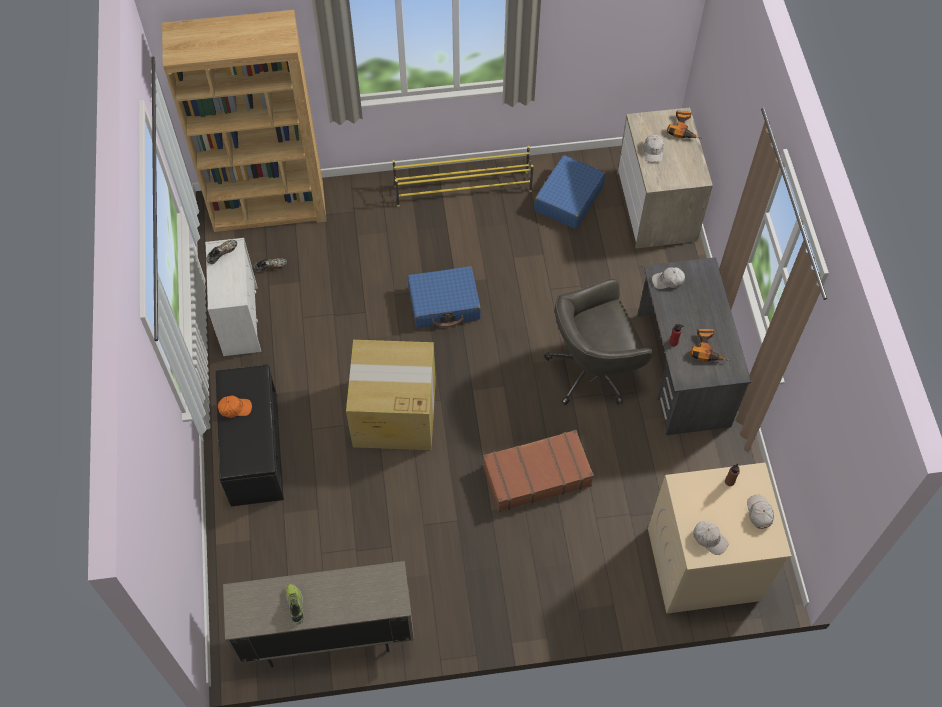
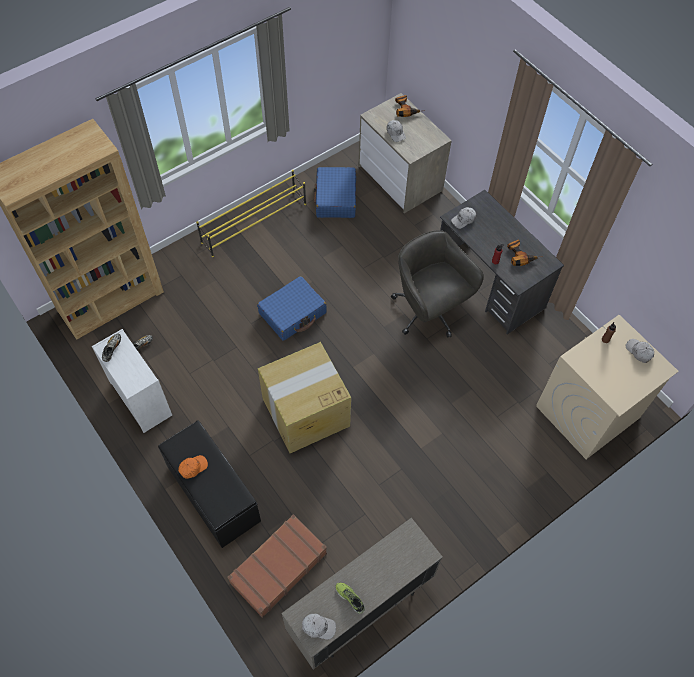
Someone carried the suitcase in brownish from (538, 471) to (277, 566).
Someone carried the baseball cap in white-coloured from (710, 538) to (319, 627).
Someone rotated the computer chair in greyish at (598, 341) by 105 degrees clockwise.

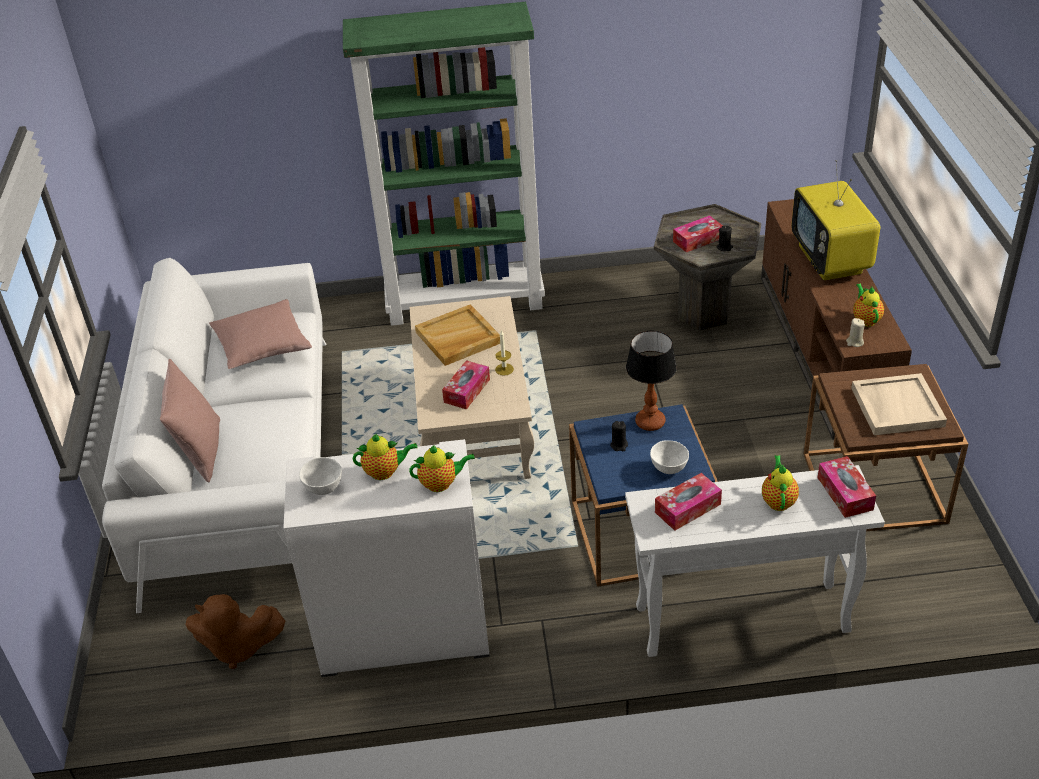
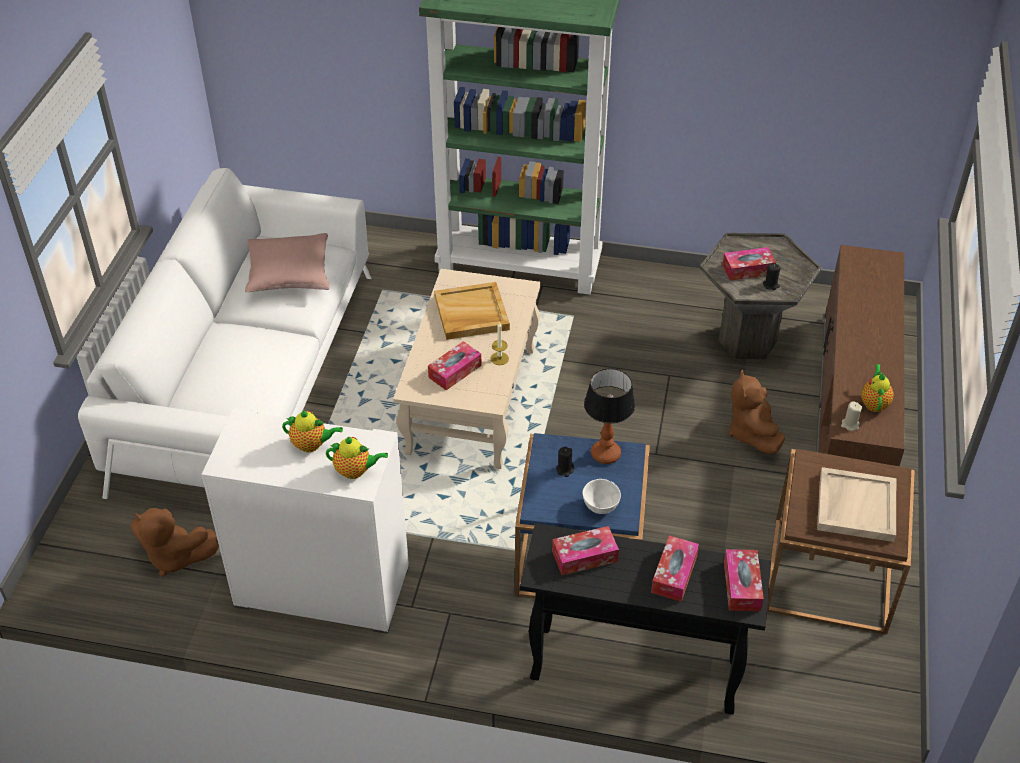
Someone took away the pillow in pink at (190, 421).
Someone took away the deep dish in white-coloured at (320, 476).
Someone took away the TV at (835, 220).
Someone put down the soft toy in brownish at (756, 412).
Someone swapped the tea pot at (780, 483) for the box of tissues at (675, 569).
Someone repainted the console table in white-coloured at (755, 561), which became the console table in black at (645, 619).

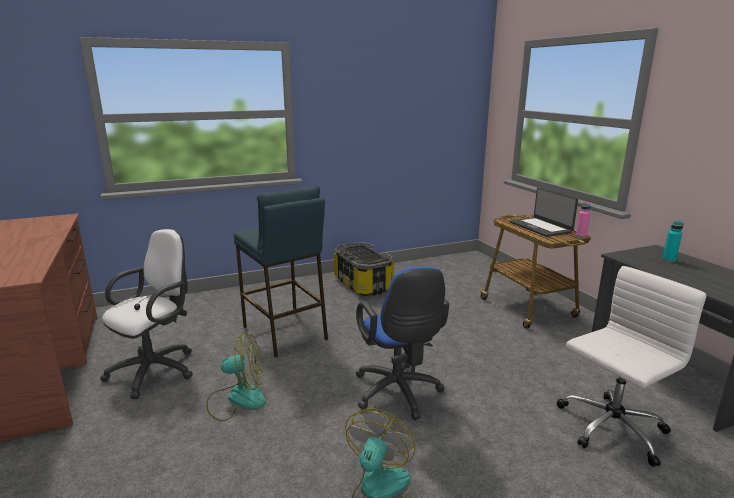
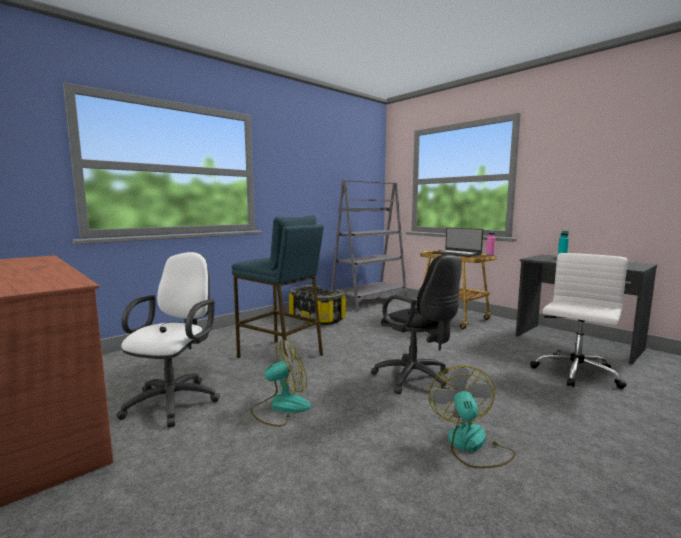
Someone put down the bookshelf in greyish at (369, 245).
Someone repainted the computer chair in blue at (402, 343), which became the computer chair in black at (416, 324).

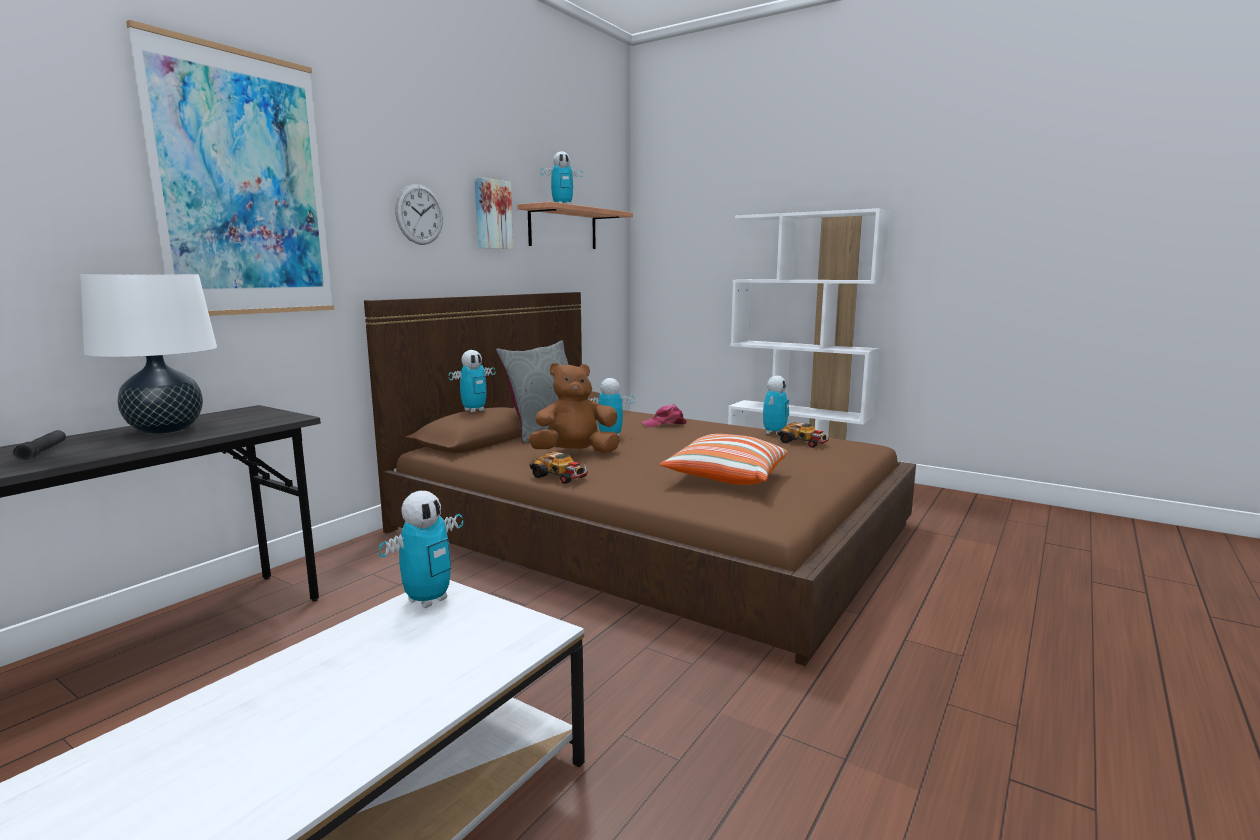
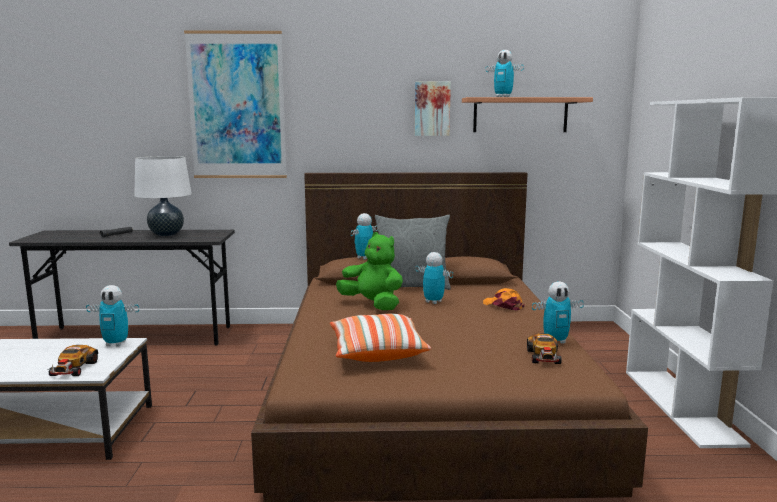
Someone took away the hanging clock at (419, 214).
Someone carried the miniature car from (560, 468) to (73, 360).
Someone repainted the soft toy in brownish at (574, 408), which became the soft toy in green at (369, 271).
Someone repainted the baseball cap in pink at (664, 415), which became the baseball cap in orange-coloured at (504, 299).
Someone rotated the robot figure at (472, 381) by 120 degrees clockwise.

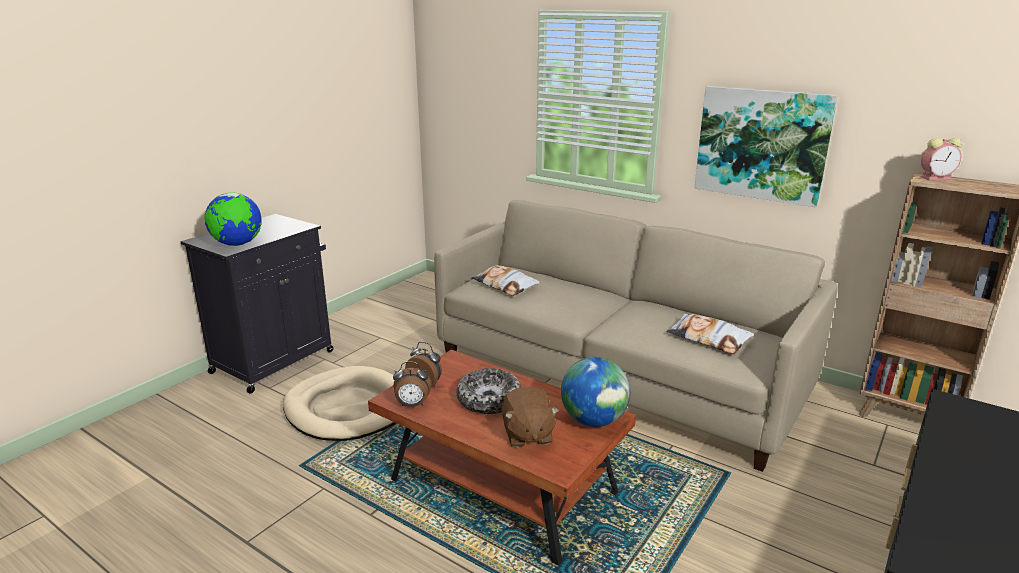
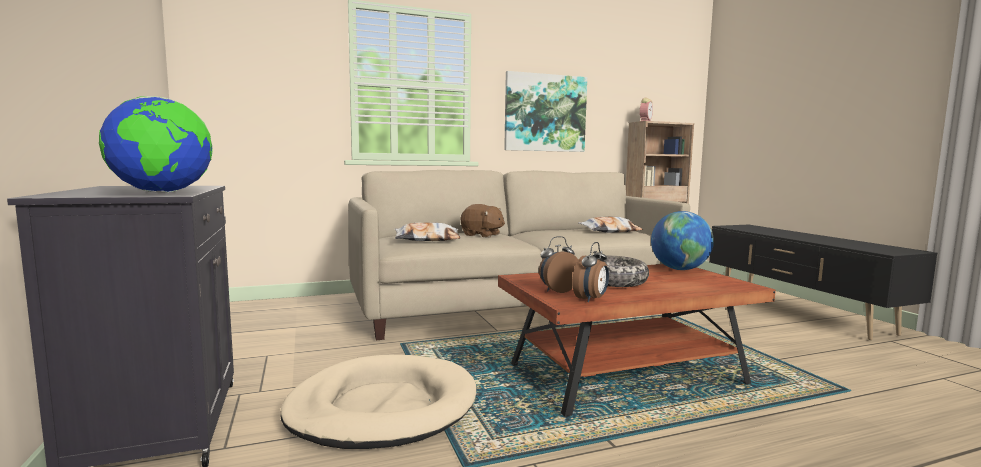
Someone carried the soft toy in brownish from (530, 417) to (483, 221).

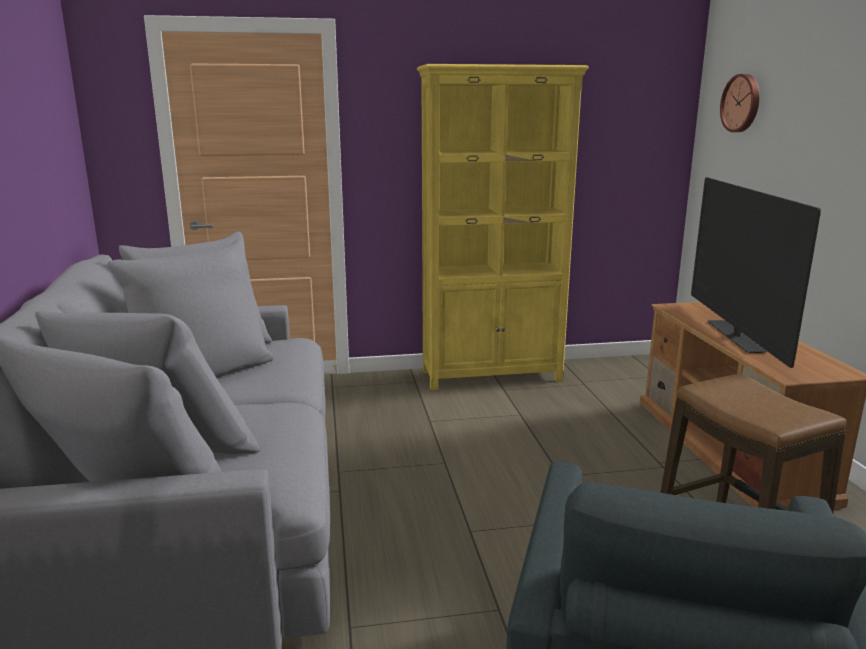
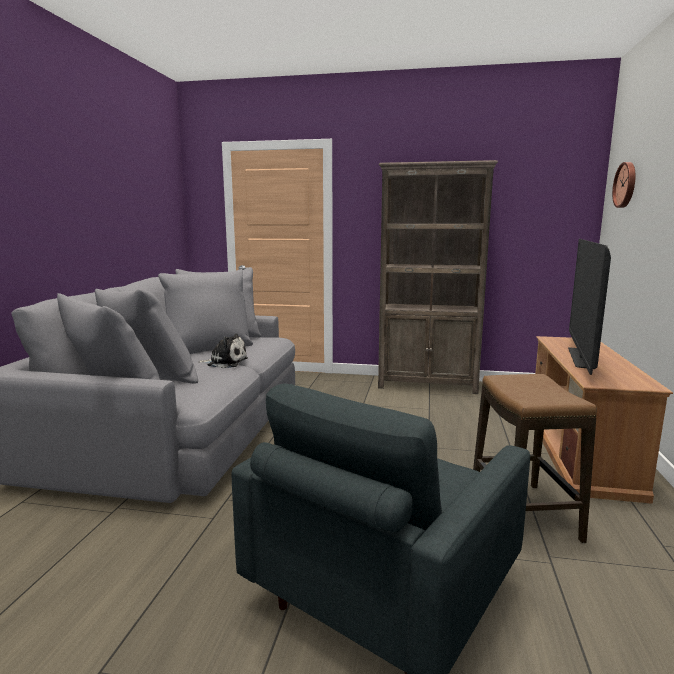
Someone put down the soft toy at (223, 351).
Someone repainted the bookshelf in yellowish at (503, 227), which became the bookshelf in brownish at (438, 277).

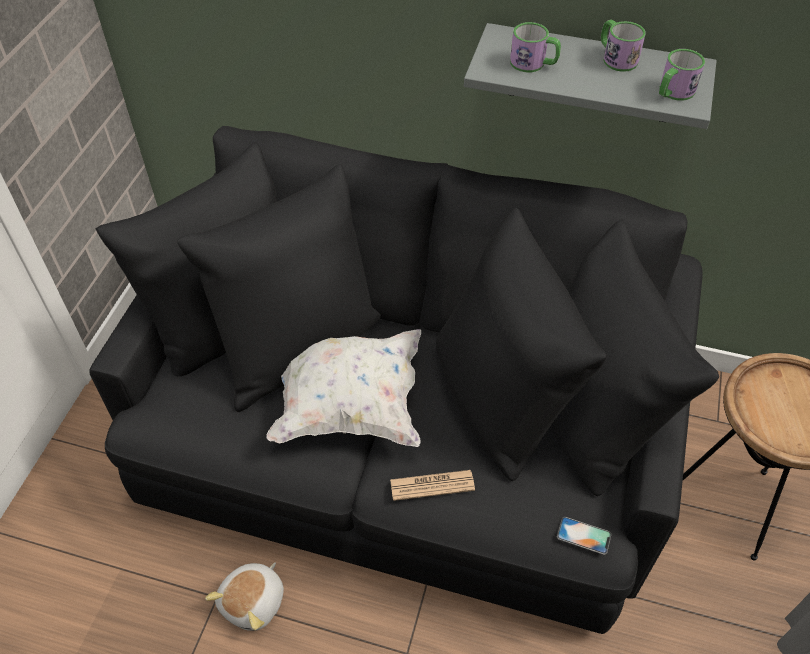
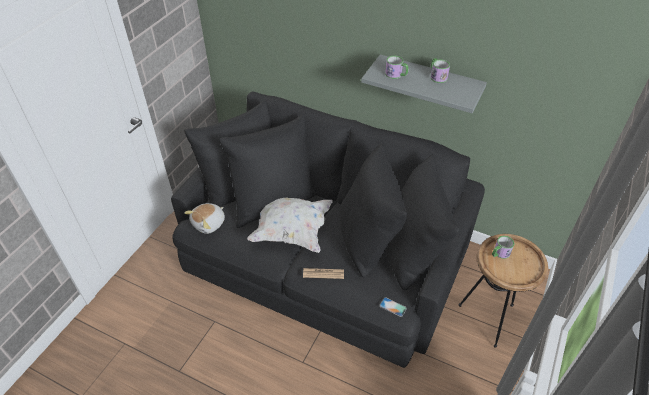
Someone carried the soft toy from (244, 596) to (204, 218).
Someone carried the coffee mug from (682, 75) to (503, 247).

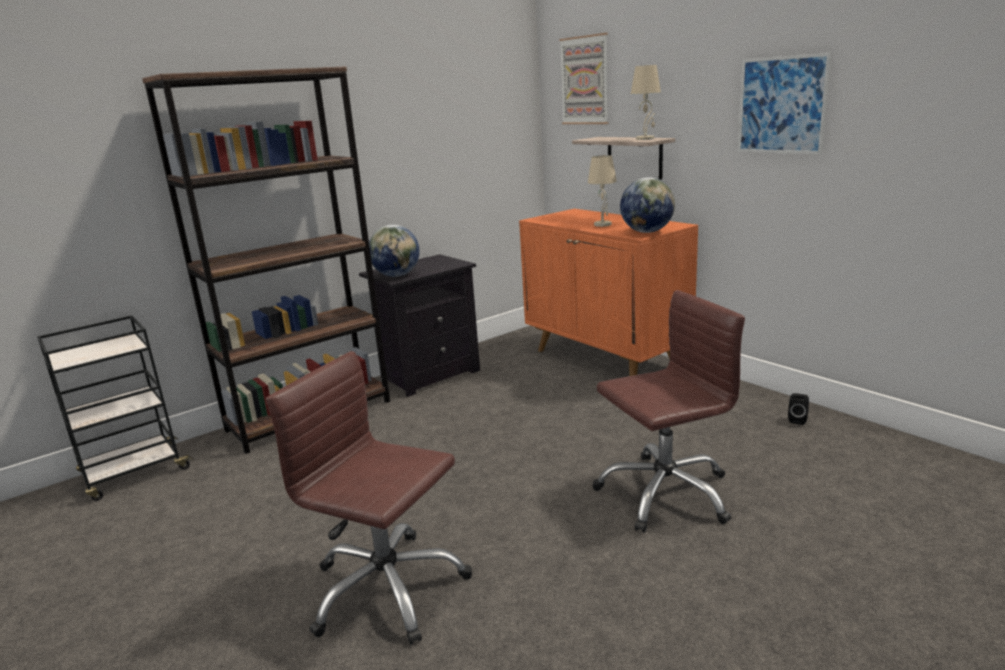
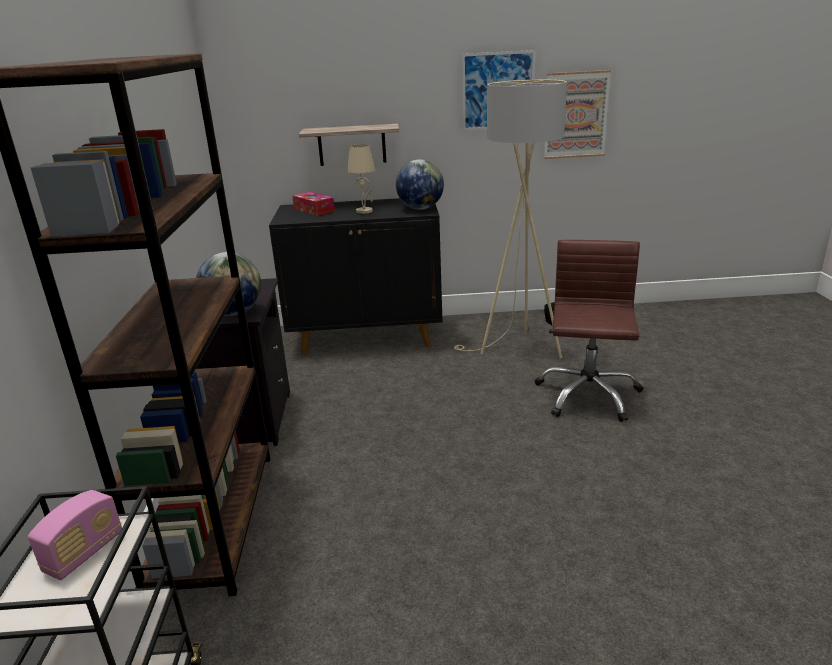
Someone took away the computer chair in brownish at (369, 498).
Someone took away the tabletop lamp in beige at (646, 102).
Someone put down the radio receiver at (75, 535).
Someone put down the box of tissues at (314, 204).
Someone put down the standing lamp in beige at (510, 218).
Someone carried the wall picture from (584, 78) to (577, 114).
Someone repainted the cabinet in orange-coloured at (608, 292), which became the cabinet in black at (356, 276).

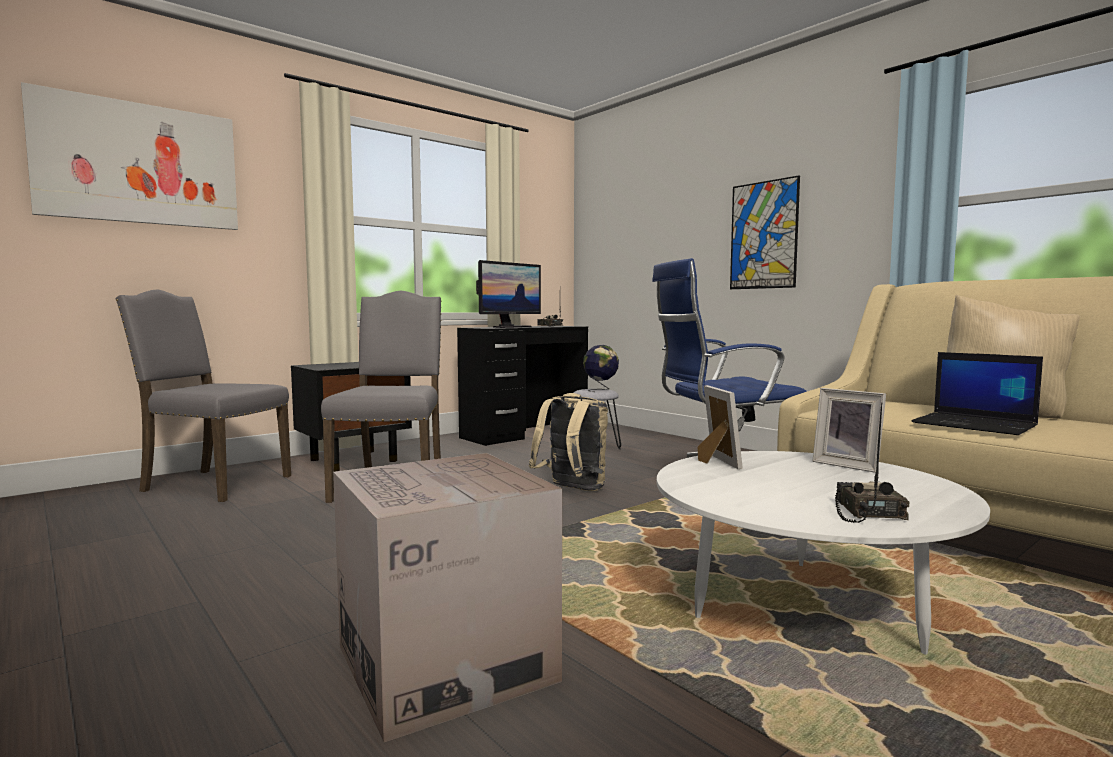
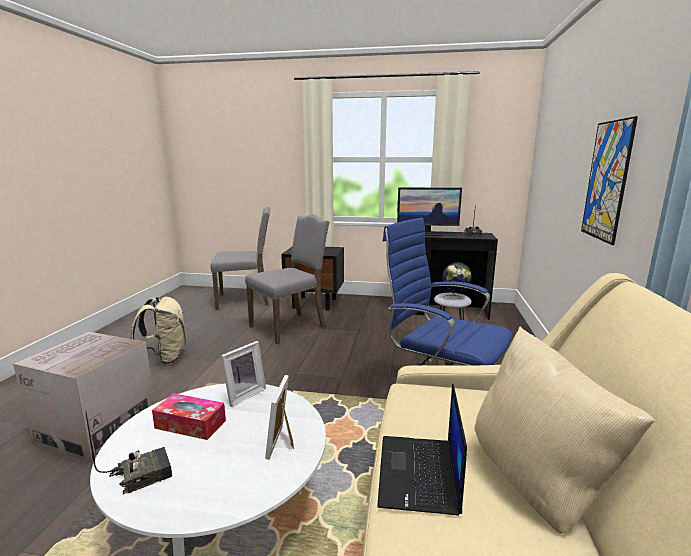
Someone took away the wall picture at (129, 156).
Someone put down the box of tissues at (189, 416).
Someone carried the knapsack in beige from (568, 442) to (158, 331).
Someone rotated the upright chair in greyish at (203, 395) by 105 degrees clockwise.

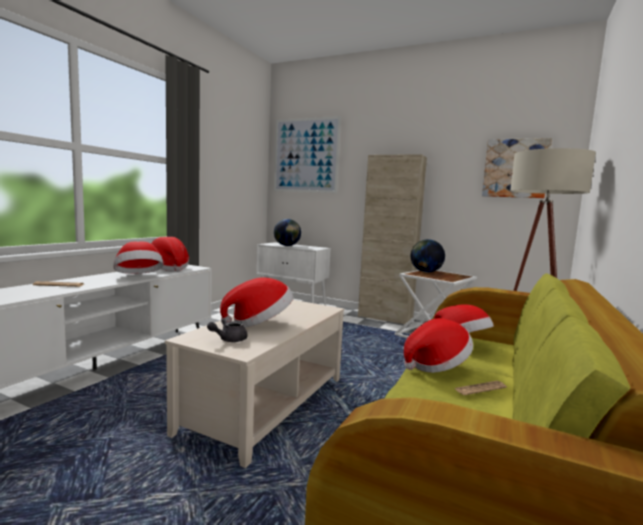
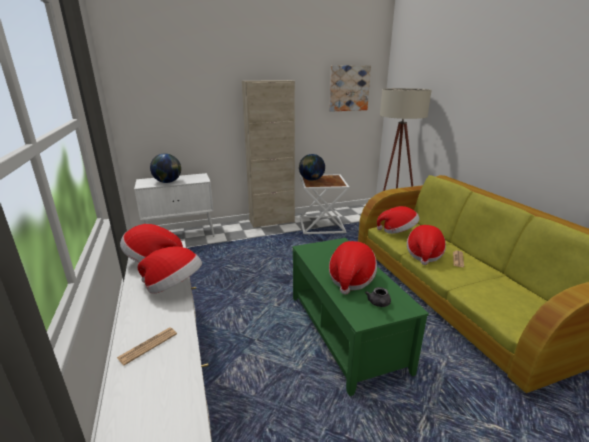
Someone took away the wall picture at (307, 154).
Someone repainted the low table in beige at (254, 384), which became the low table in green at (360, 317).

